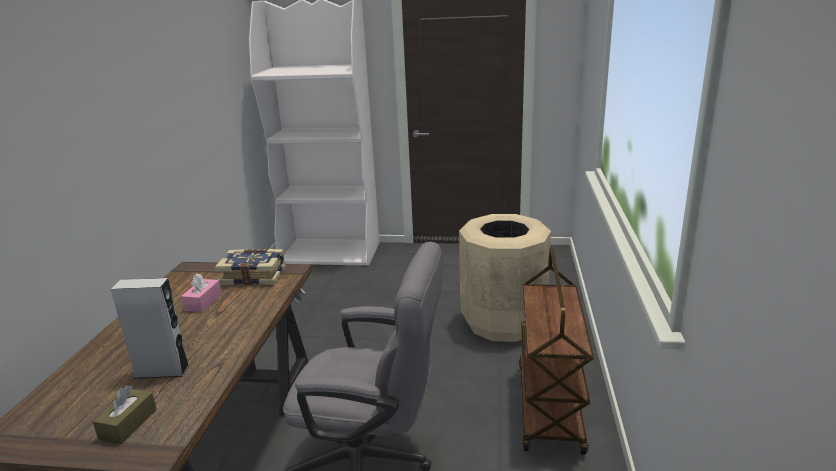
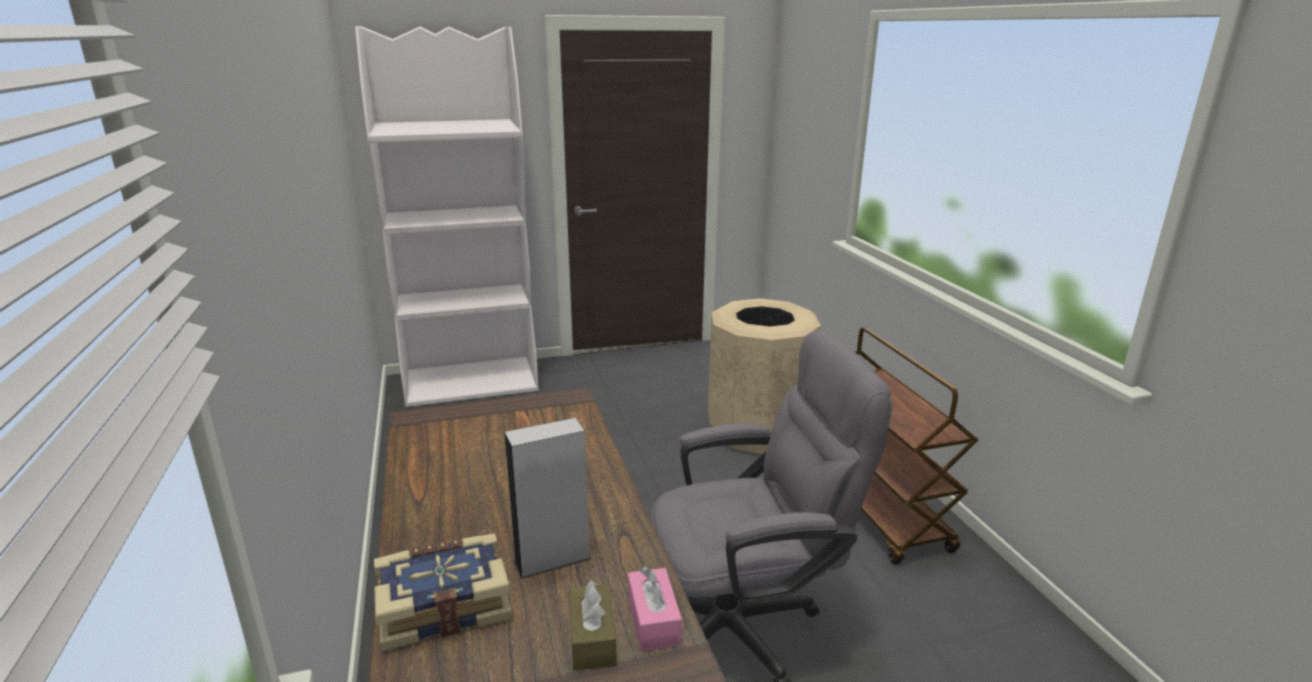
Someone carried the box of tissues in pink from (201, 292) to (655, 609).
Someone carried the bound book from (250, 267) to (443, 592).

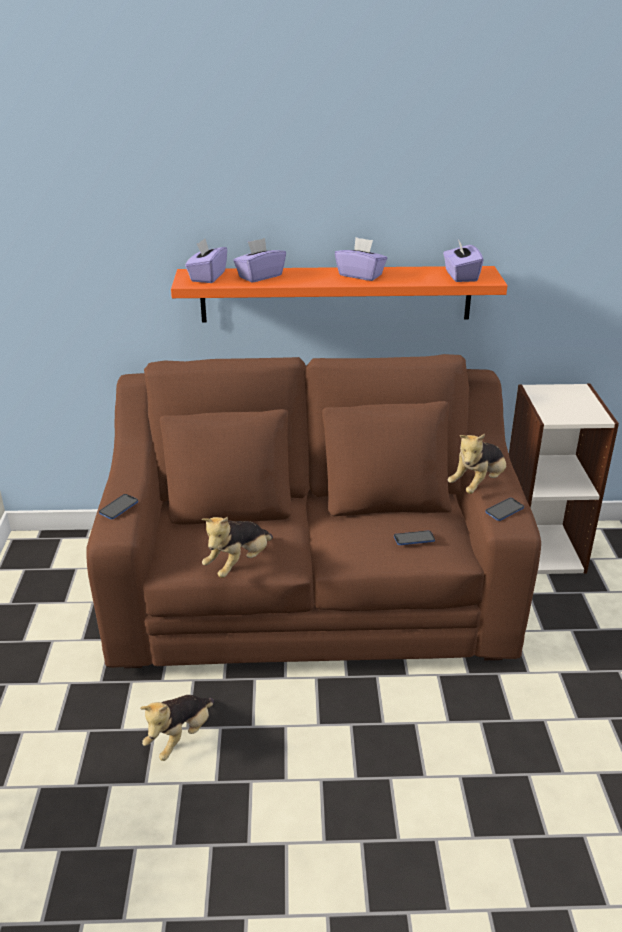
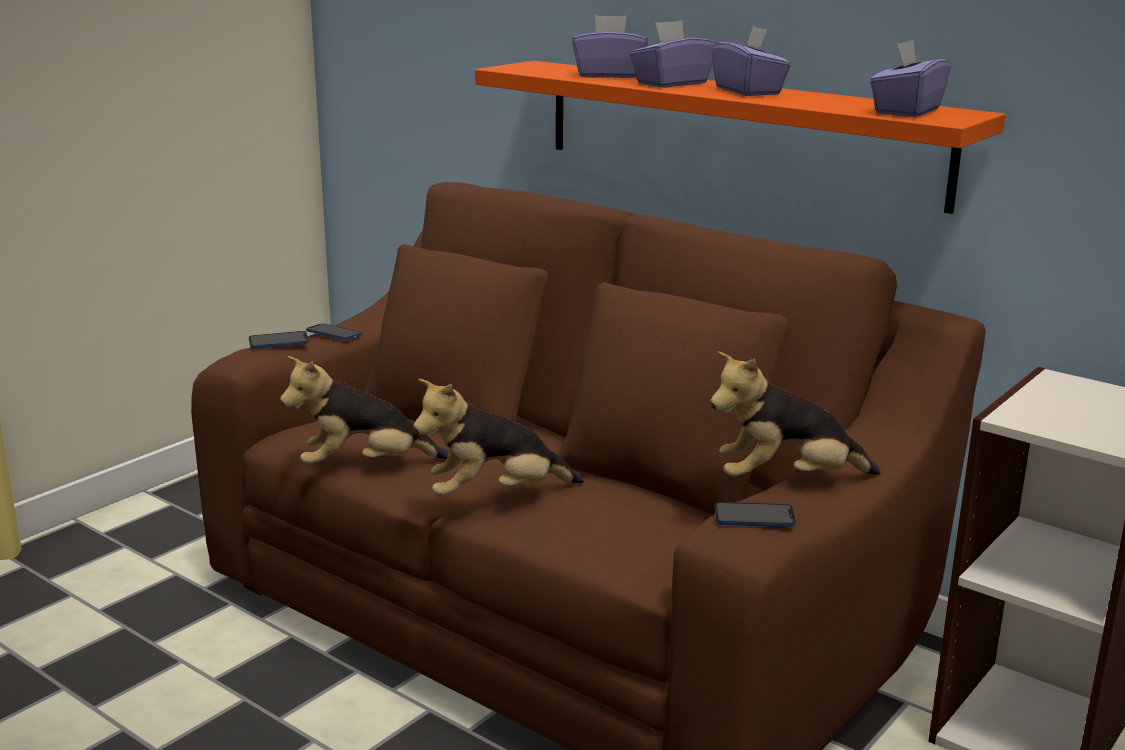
Someone carried the soft toy from (177, 728) to (498, 437).
Someone carried the box of tissues in purple from (206, 260) to (672, 53).
Someone carried the handset from (414, 538) to (334, 332).

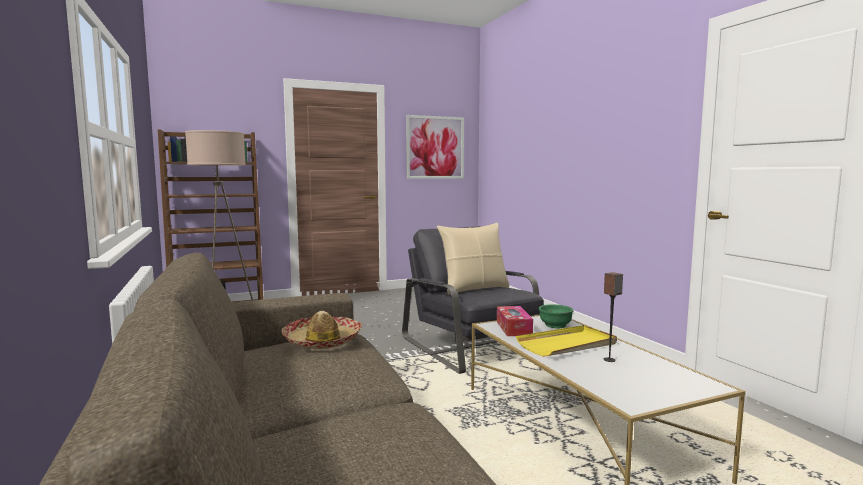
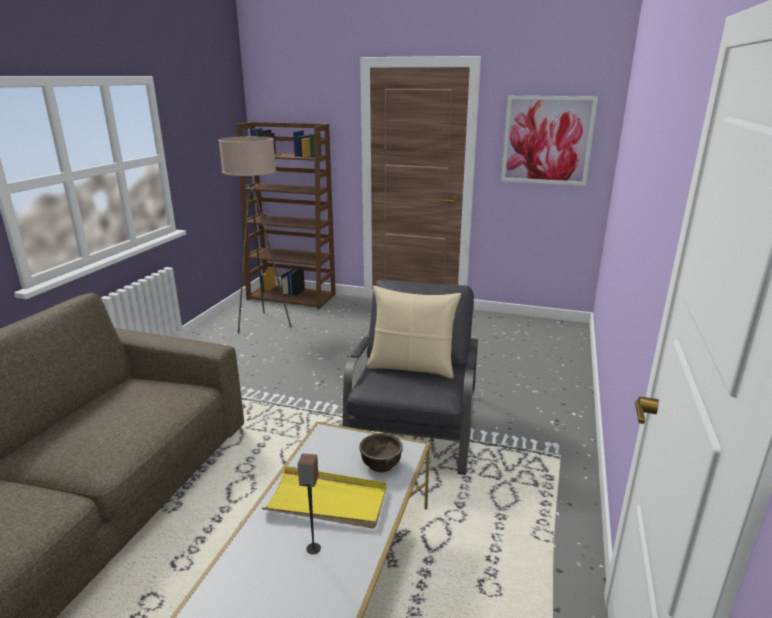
Someone took away the hat at (321, 330).
Someone took away the box of tissues at (515, 321).
Someone repainted the deep dish in green at (556, 316), which became the deep dish in brownish at (381, 453).

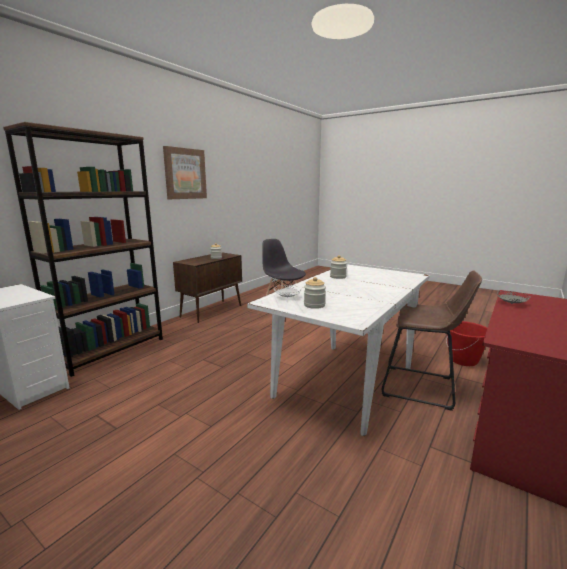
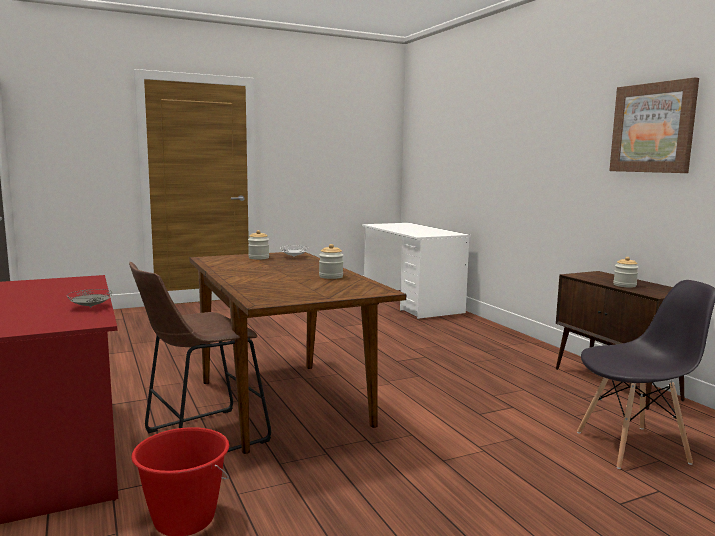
Someone took away the bookshelf in brownish at (83, 249).
Someone repainted the dining table in white-coloured at (338, 350), which became the dining table in brownish at (298, 353).

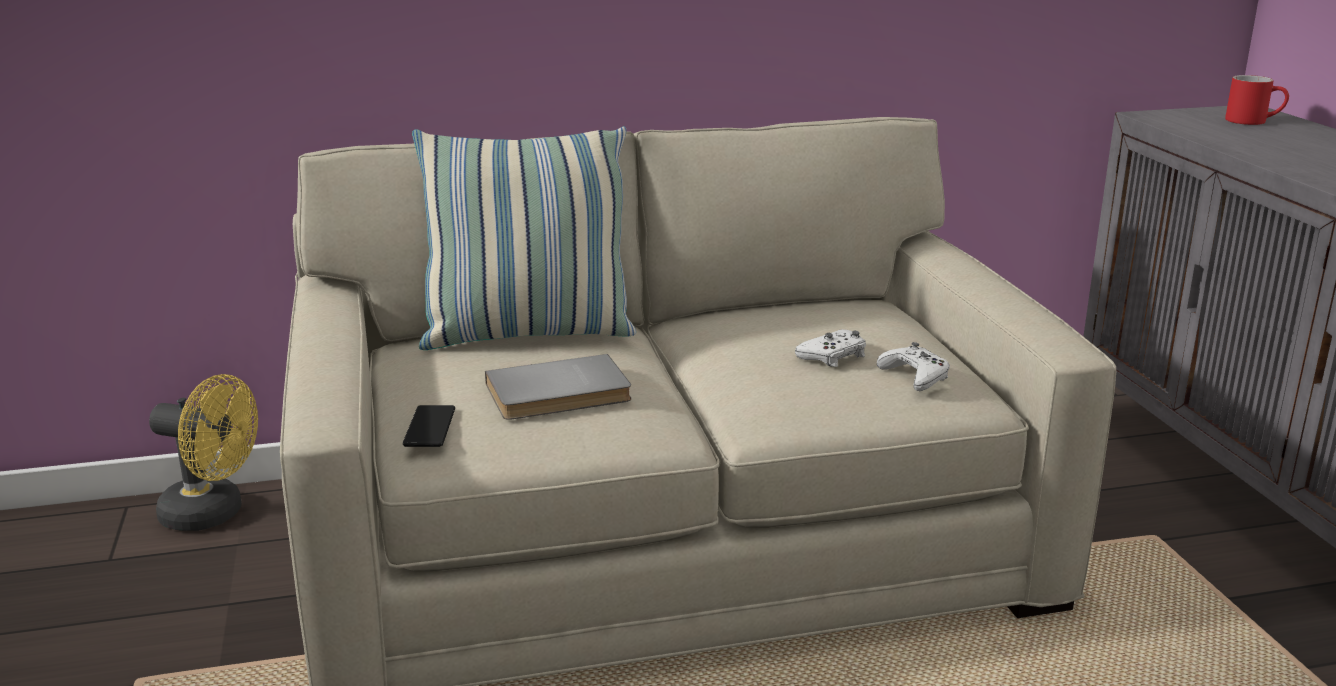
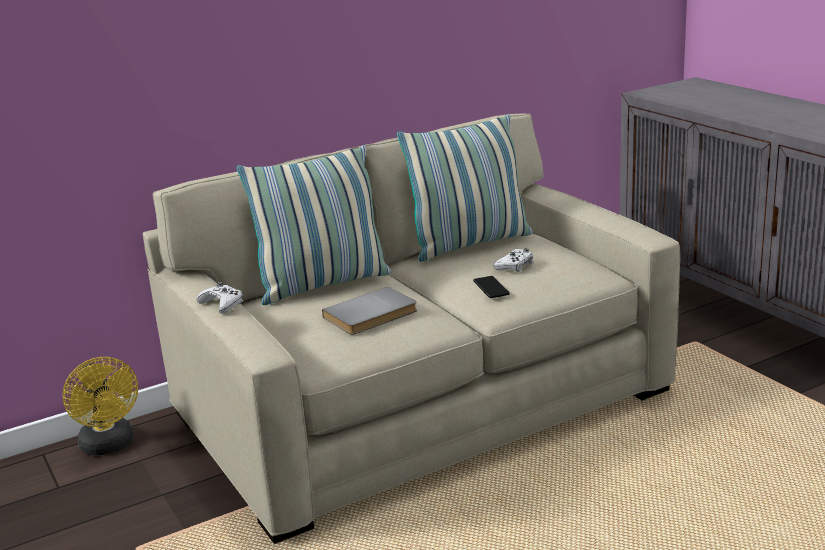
Someone took away the coffee mug in red at (1257, 100).
Someone put down the pillow at (465, 188).
Someone carried the handset from (429, 426) to (491, 287).
Someone carried the joypad in white-coloured from (913, 366) to (220, 298).
Someone rotated the fan in yellowish at (203, 452) by 60 degrees clockwise.

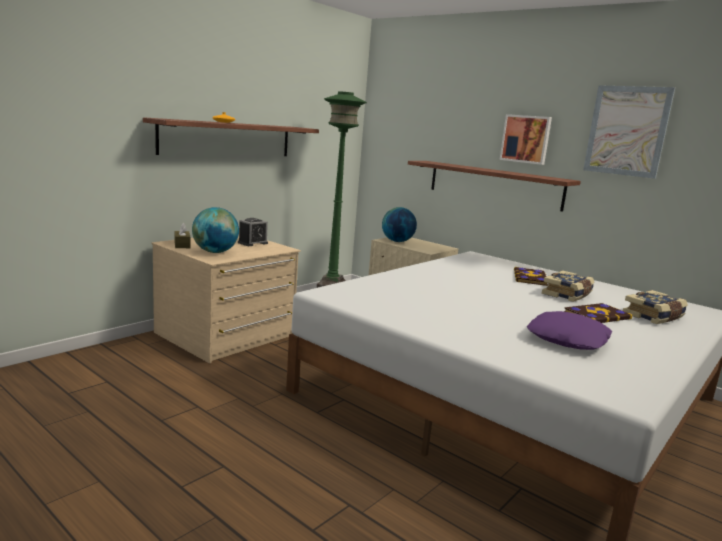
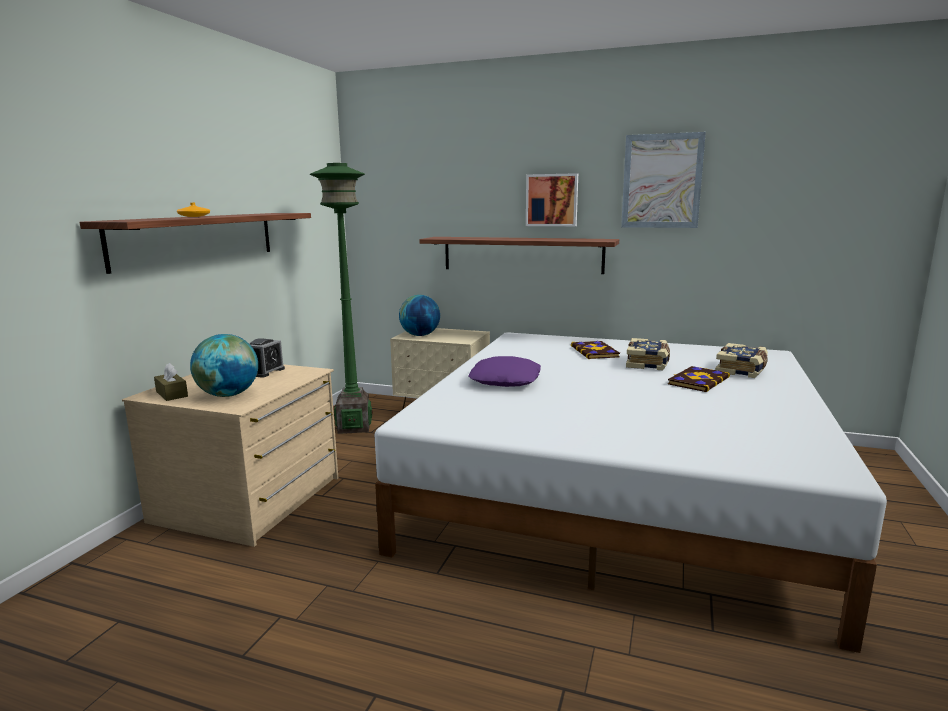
Someone carried the pillow in purple from (569, 330) to (504, 371).

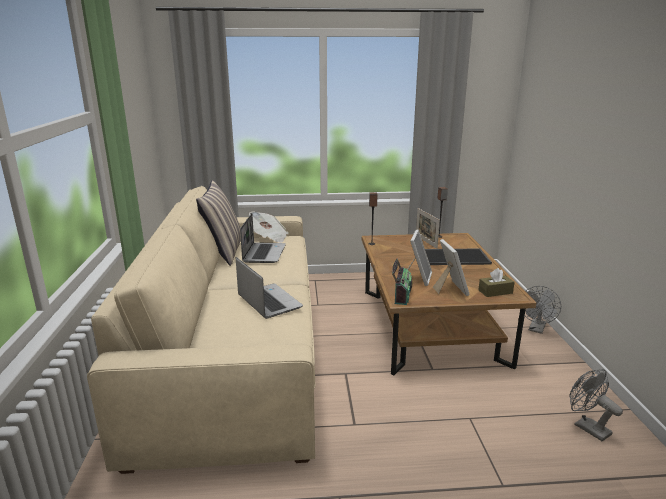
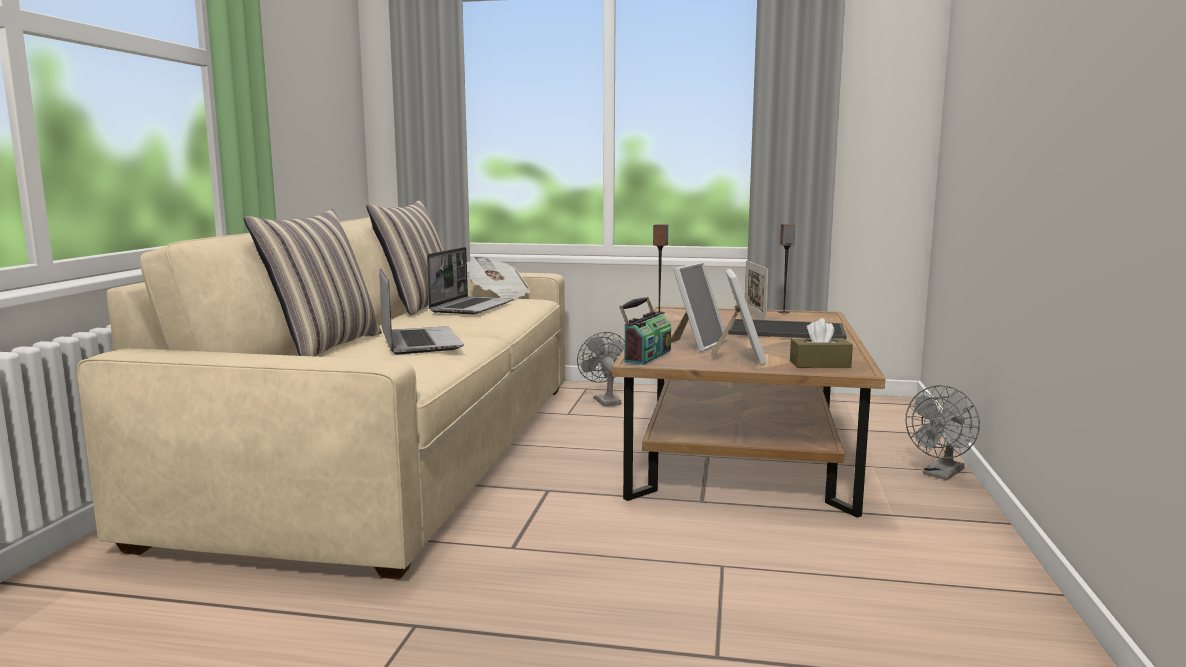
Someone put down the pillow at (313, 282).
Someone carried the fan in greyish from (596, 405) to (600, 369).

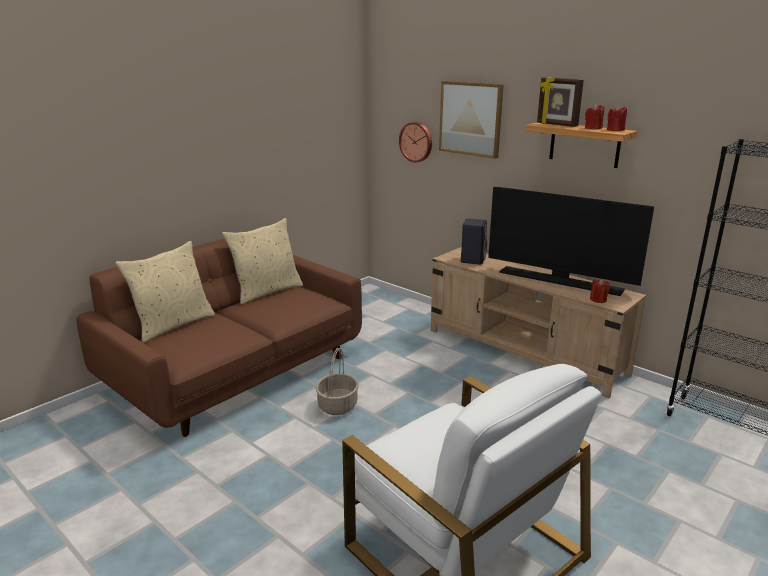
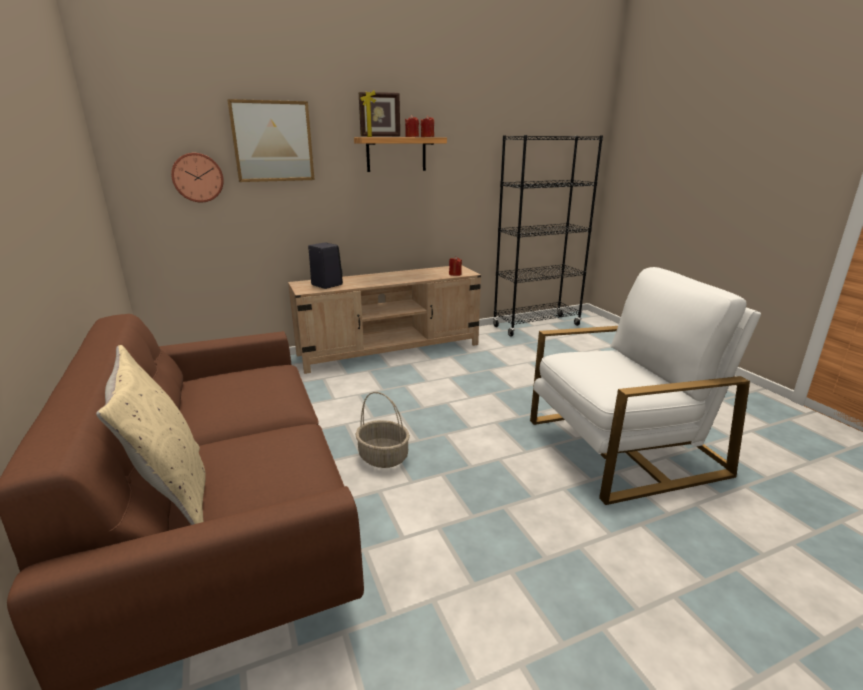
Someone took away the pillow in beige at (262, 261).
Someone took away the TV at (571, 241).

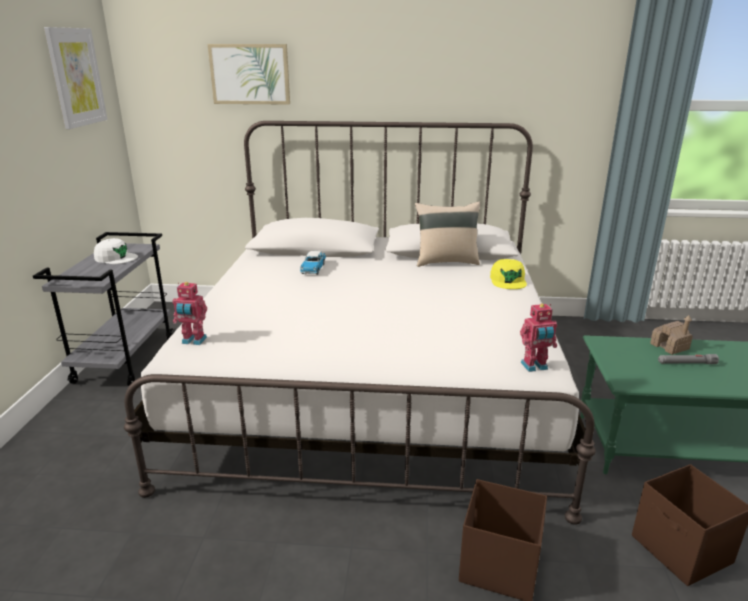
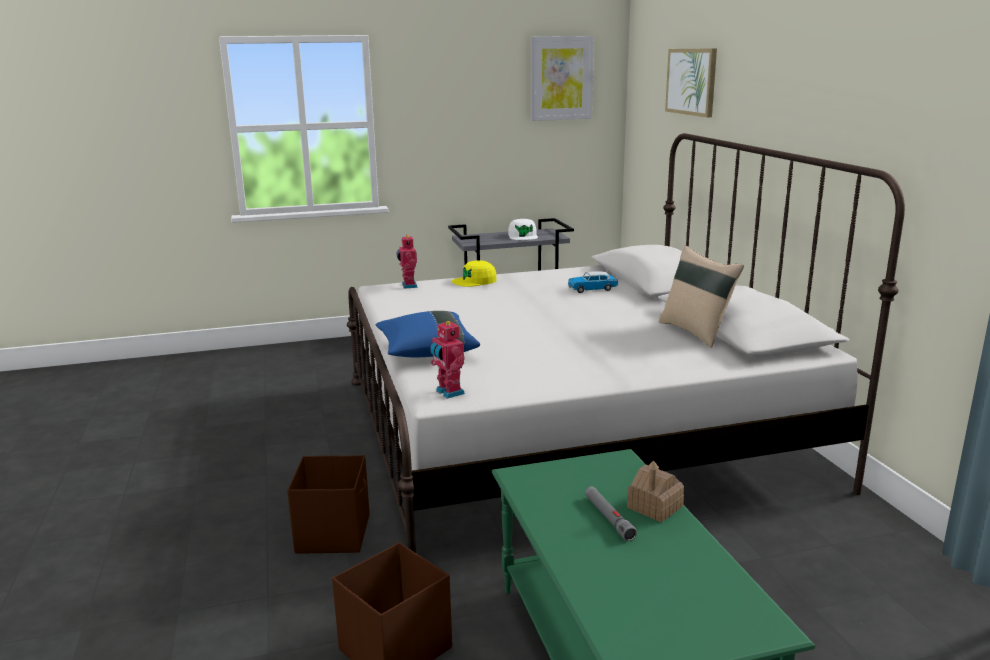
Someone put down the pillow in blue at (428, 334).
Someone carried the baseball cap in yellowish from (508, 274) to (474, 273).

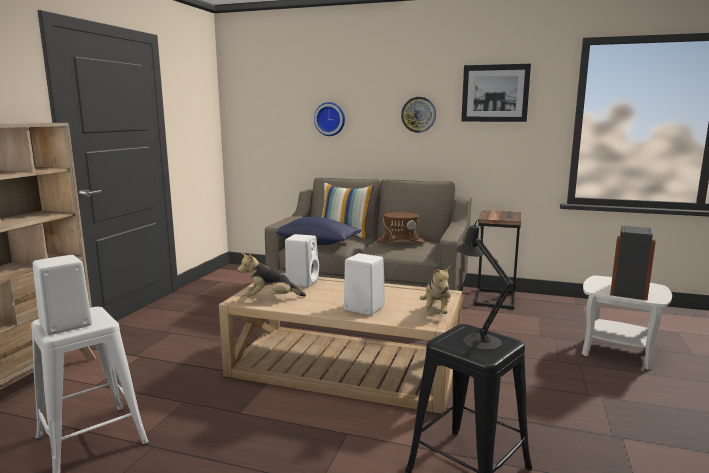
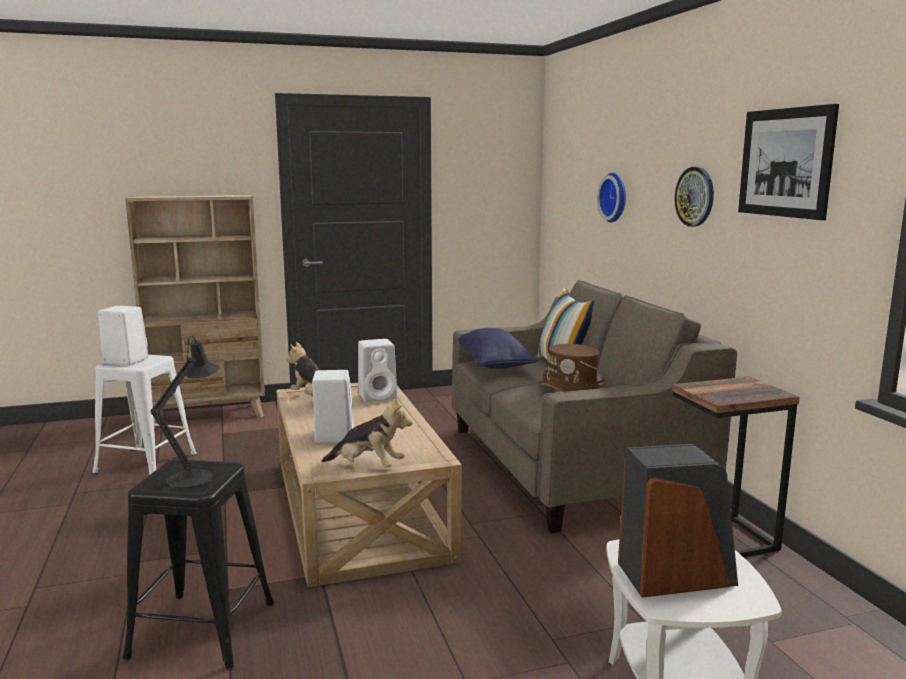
Someone rotated the soft toy at (435, 290) by 135 degrees counterclockwise.

